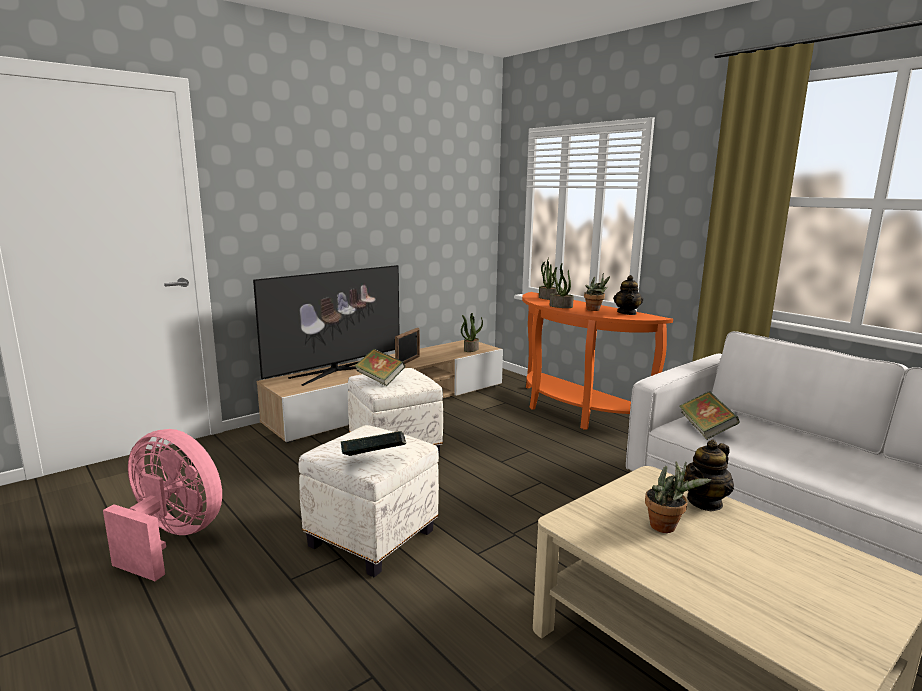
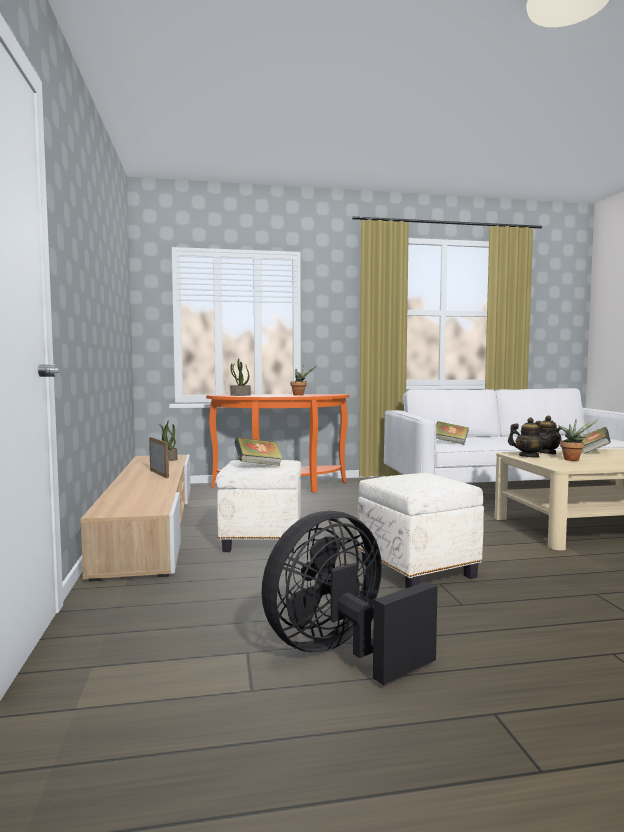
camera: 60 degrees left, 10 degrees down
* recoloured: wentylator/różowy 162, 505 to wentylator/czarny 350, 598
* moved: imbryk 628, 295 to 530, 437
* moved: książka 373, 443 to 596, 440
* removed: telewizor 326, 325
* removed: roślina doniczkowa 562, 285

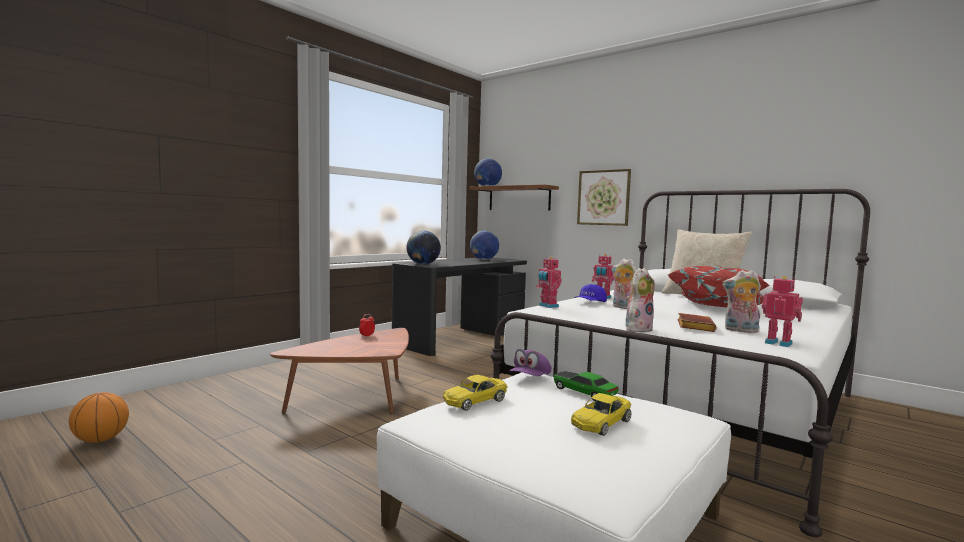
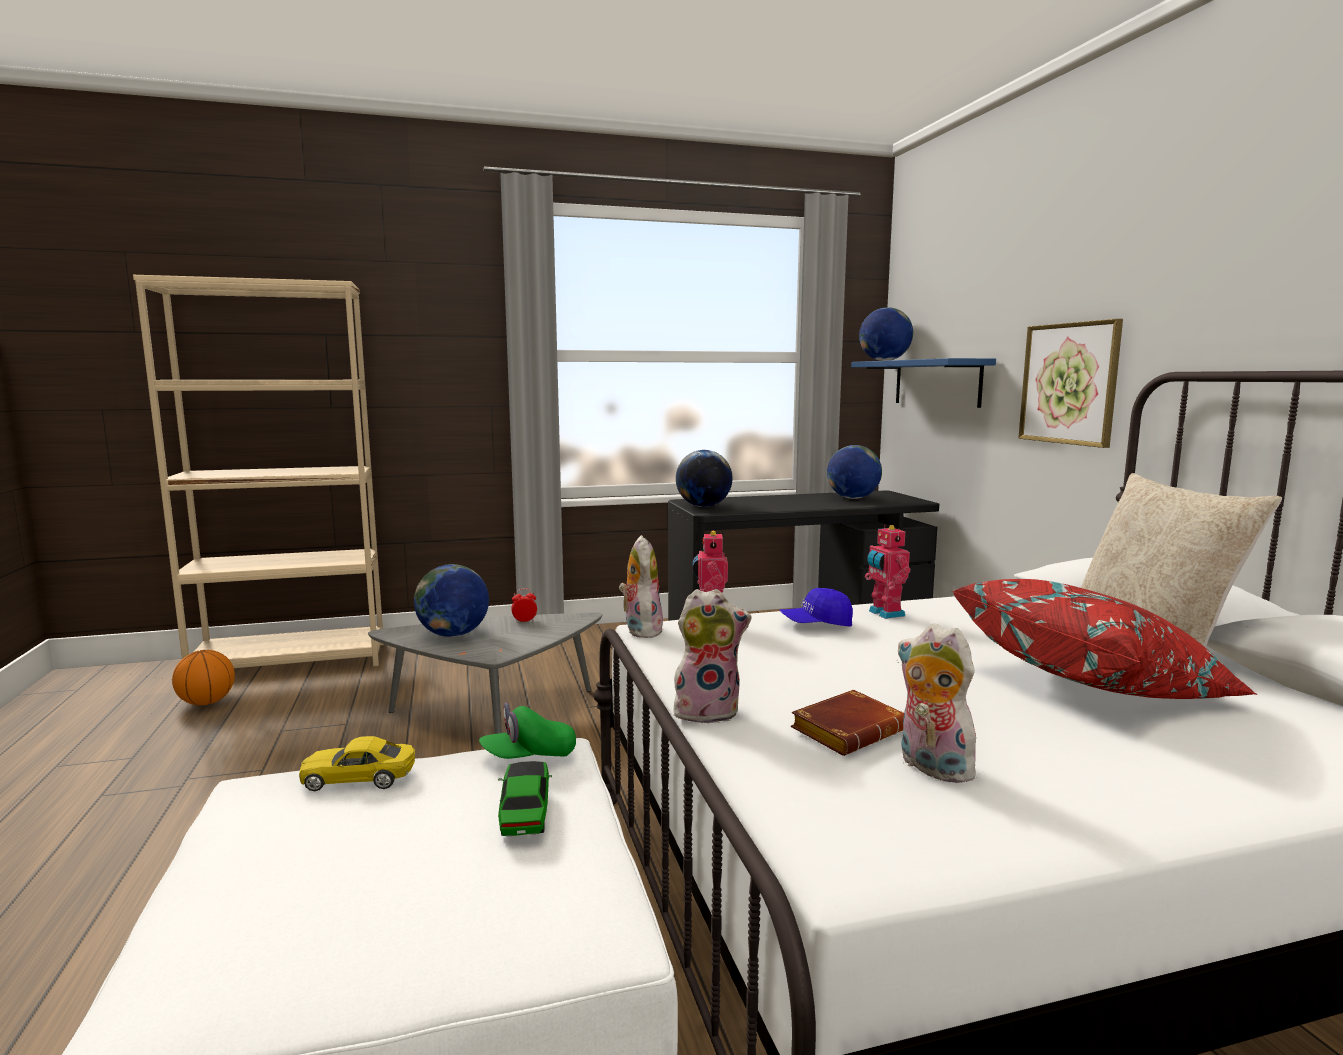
camera: 35 degrees right, 5 degrees up
* added: regał/beżowy 258, 471
* recoloured: ława/brązowy 339, 371 to ława/szary 485, 673
* added: globus 451, 600
* recoloured: czapka z daszkiem/fioletowy 531, 362 to czapka z daszkiem/zielony 527, 730
* moved: pluszak 624, 284 to 641, 586
* recoloured: półka/brązowy 514, 197 to półka/niebieski 923, 383
* removed: samochodzik/żółty 601, 414
* removed: robot zabawkowy 782, 311

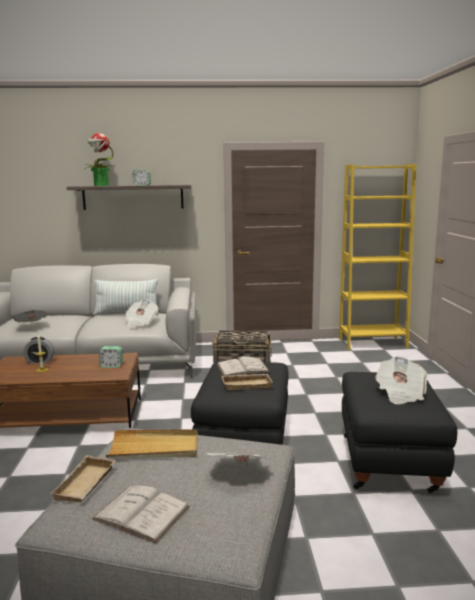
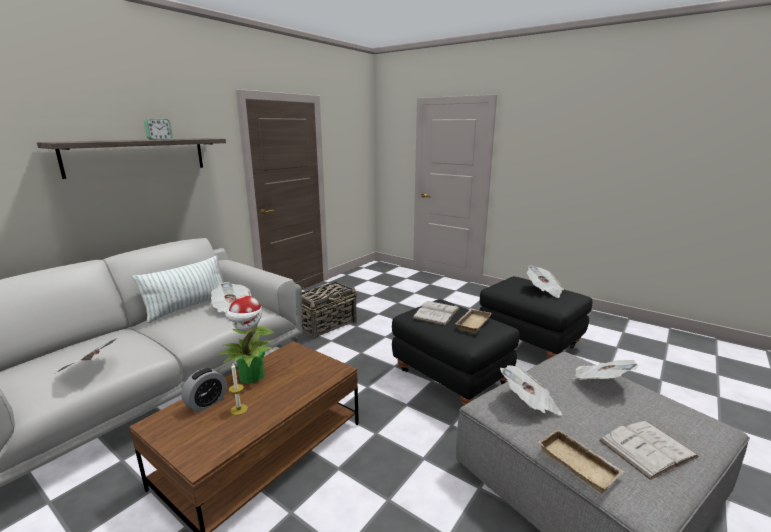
camera: 50 degrees left, 5 degrees up
* moved: roślina doniczkowa 100, 159 to 246, 340
* replaced: taca/beżowy 151, 443 to gazeta 531, 390
* removed: budzik 111, 357
* removed: regał/żółty 377, 257

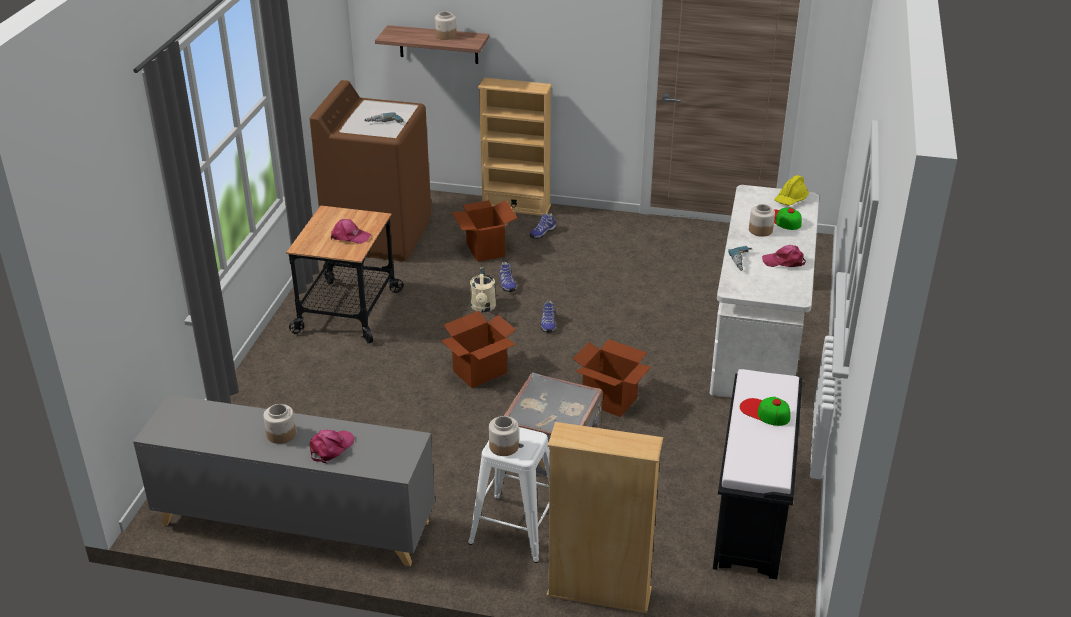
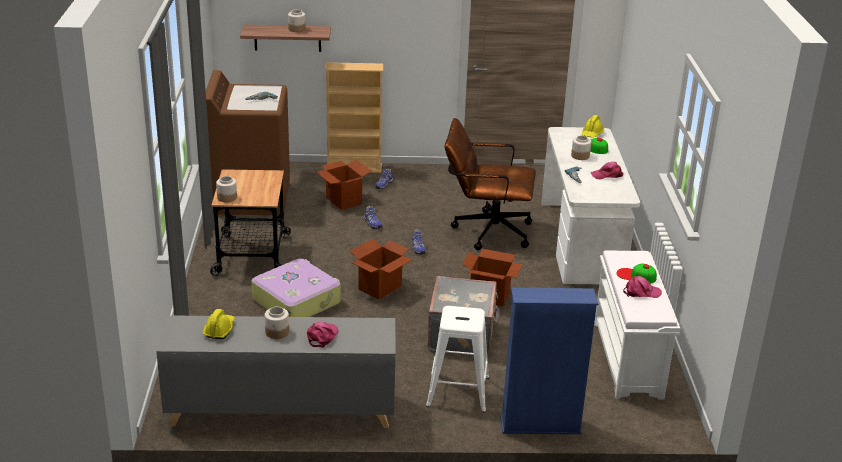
camera: 15 degrees left, 5 degrees down
* added: kask/żółty 219, 324
* moved: słoik 504, 436 to 226, 189
* added: walizka 296, 288
* added: krzesło biurowe/brązowy 490, 184
* recoloured: regał/beżowy 605, 517 to regał/niebieski 549, 360
* recoloured: ławka/czarny 757, 474 to ławka/biały 637, 325
* moved: czapka z daszkiem/różowy 351, 231 to 642, 287
* removed: konewka/beżowy 483, 290

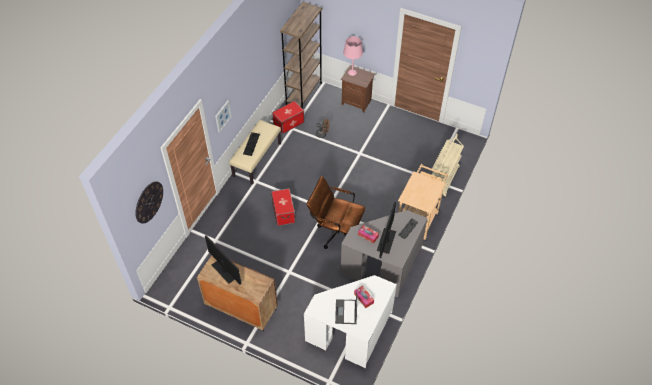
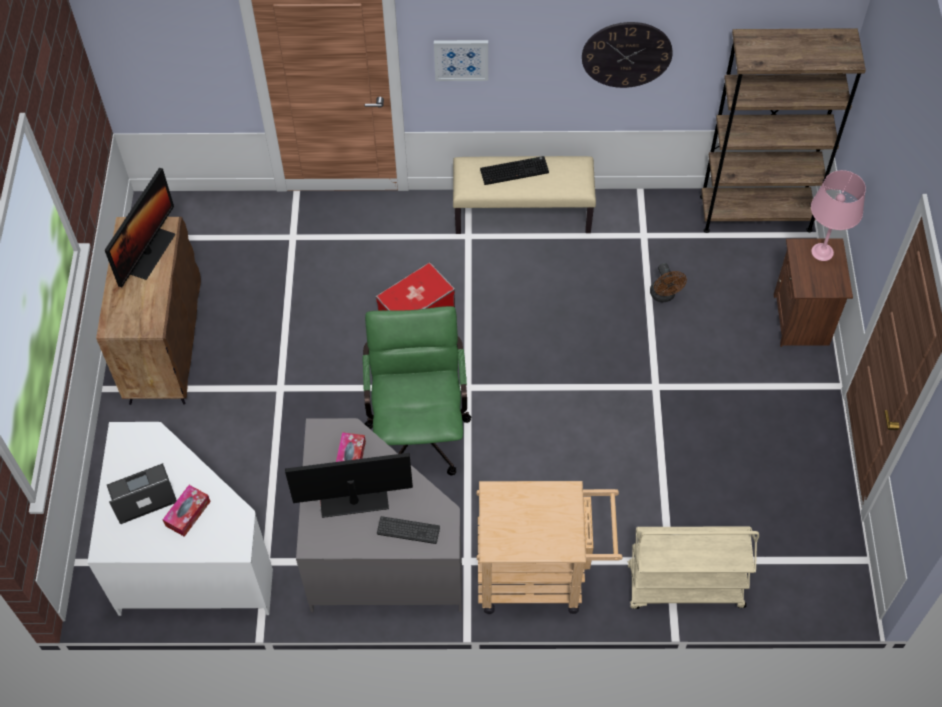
camera: 65 degrees right, 5 degrees up
* recoloured: krzesło biurowe/brązowy 336, 212 to krzesło biurowe/zielony 417, 390
* moved: zegar ścienny 149, 202 to 627, 55
* removed: pojemnik do przechowywania 288, 117

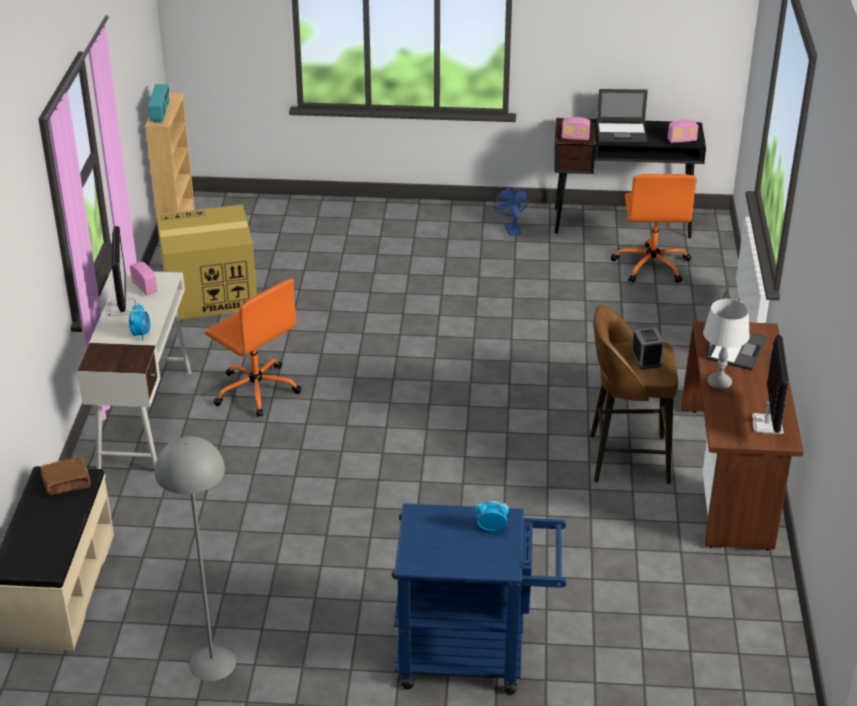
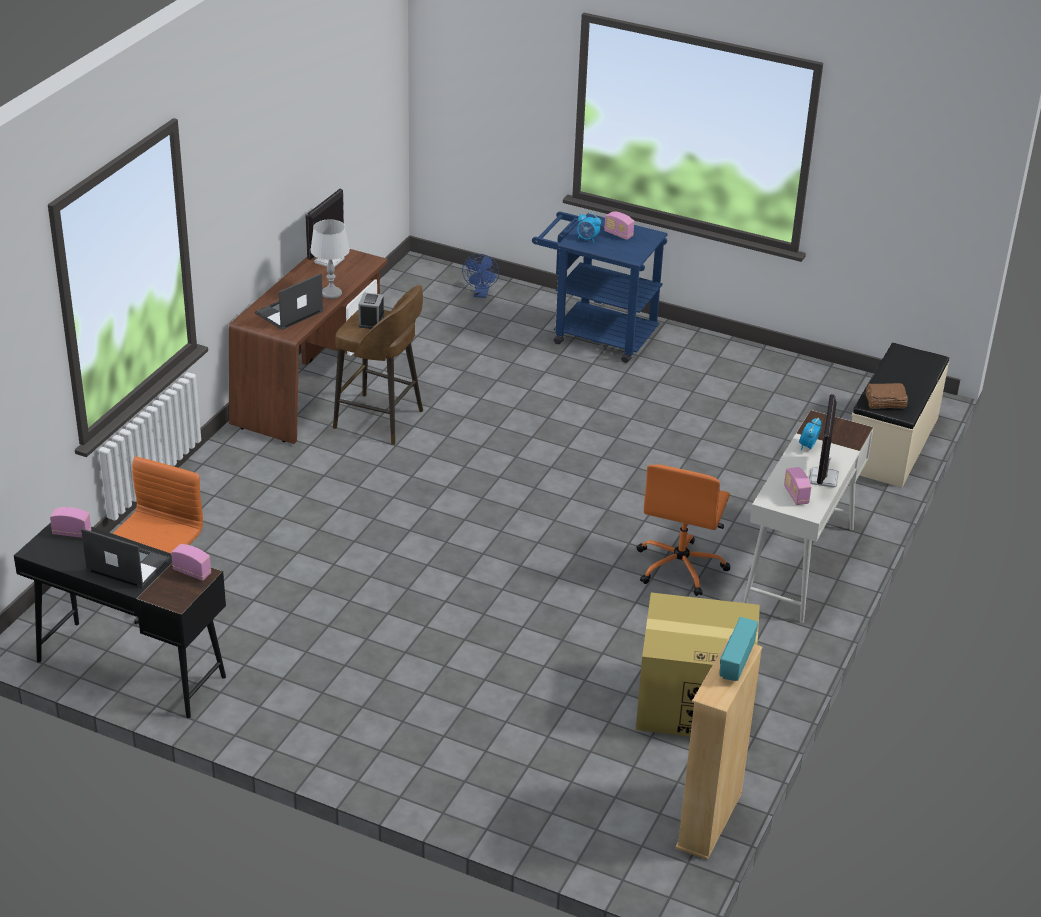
camera: 160 degrees left, 0 degrees up
* moved: wentylator/niebieski 511, 211 to 480, 276
* added: radio 619, 226
* turned: krzesło biurowe/pomarańczowy 253, 348 = 684, 530 135 degrees counterclockwise
* removed: lampa stojąca/szary 195, 558

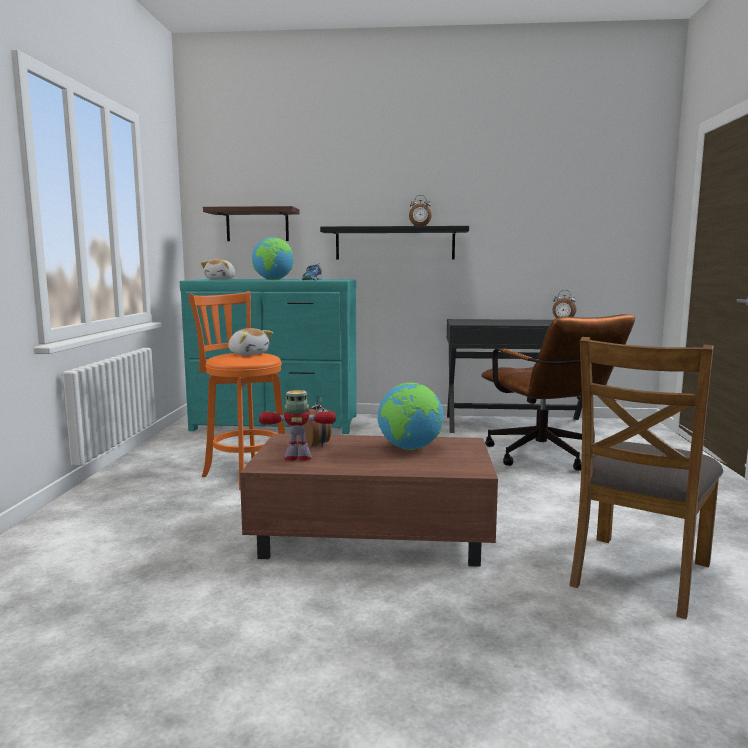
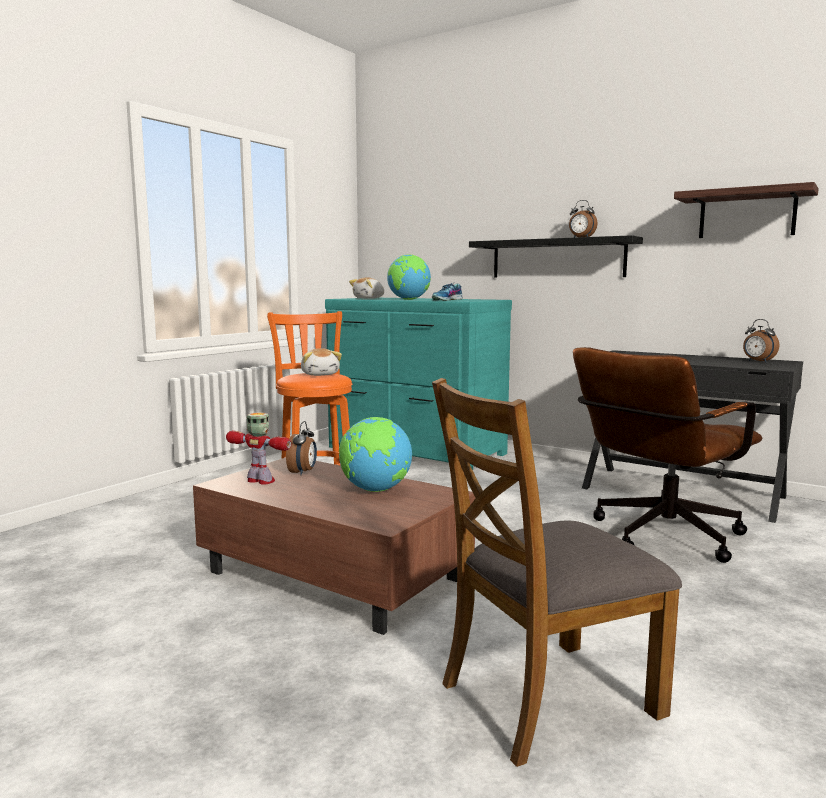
camera: 30 degrees right, 0 degrees up
* turned: krzesło biurowe/brązowy 558, 392 = 667, 455 45 degrees clockwise
* moved: półka 251, 223 to 746, 210

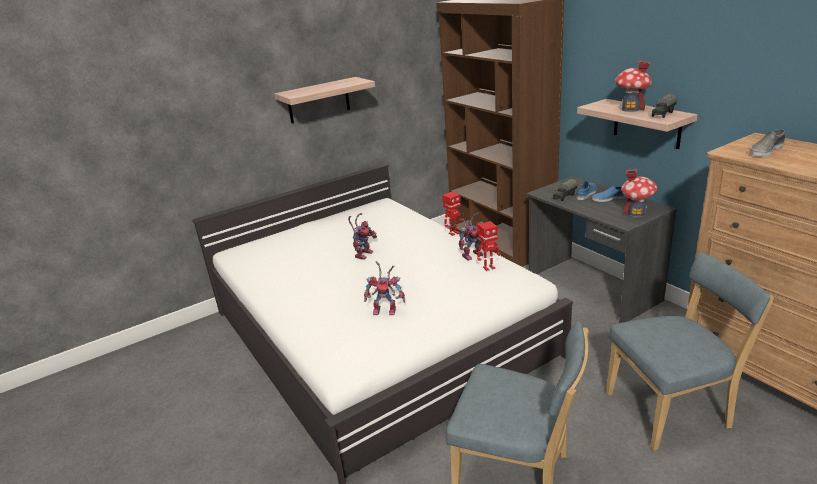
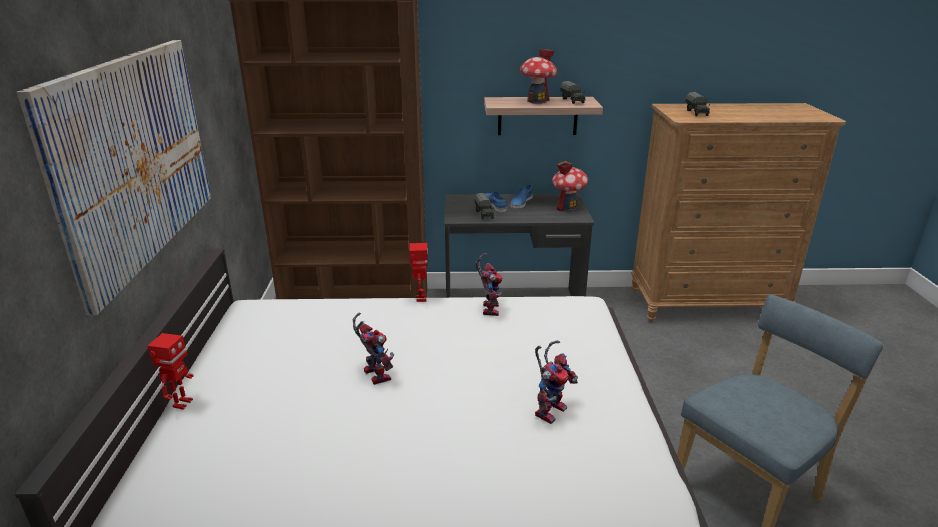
camera: 60 degrees left, 0 degrees up
* replaced: półka 324, 100 to obraz 114, 177
* moved: robot zabawkowy 489, 246 to 171, 371
* replaced: but/szary 767, 142 to ciężarówka zabawkowa 698, 104
* removed: krzesło/niebieski 690, 351

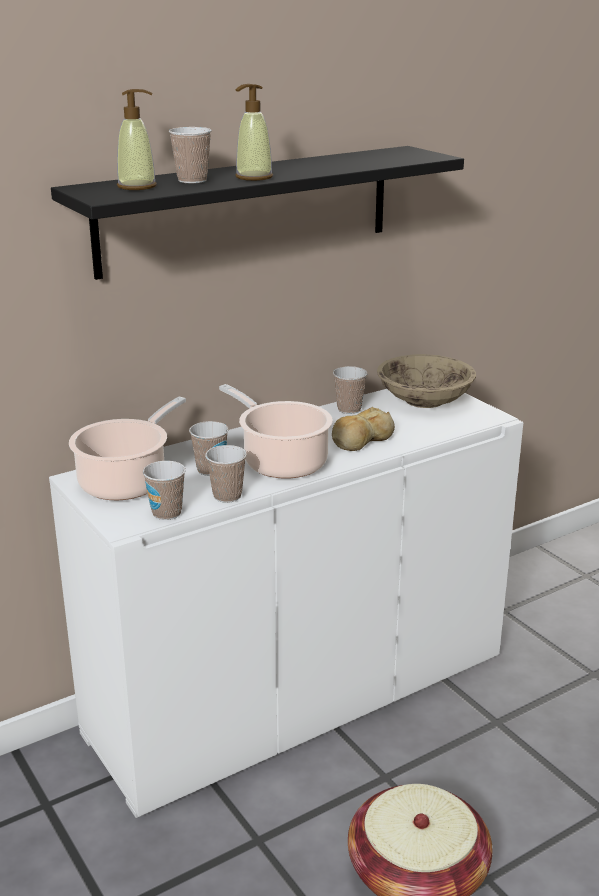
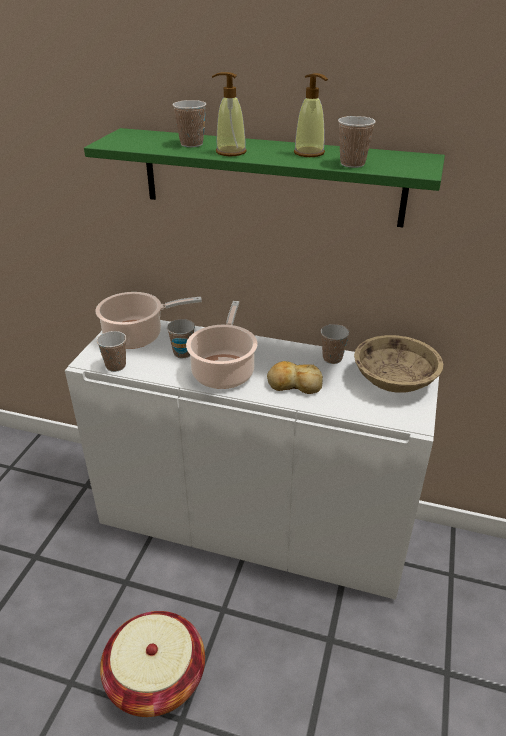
camera: 50 degrees right, 10 degrees up
* recoloured: półka/czarny 257, 213 to półka/zielony 264, 177
* moved: dozownik mydła 137, 139 to 311, 115
* moved: filiżanka 226, 474 to 357, 142

